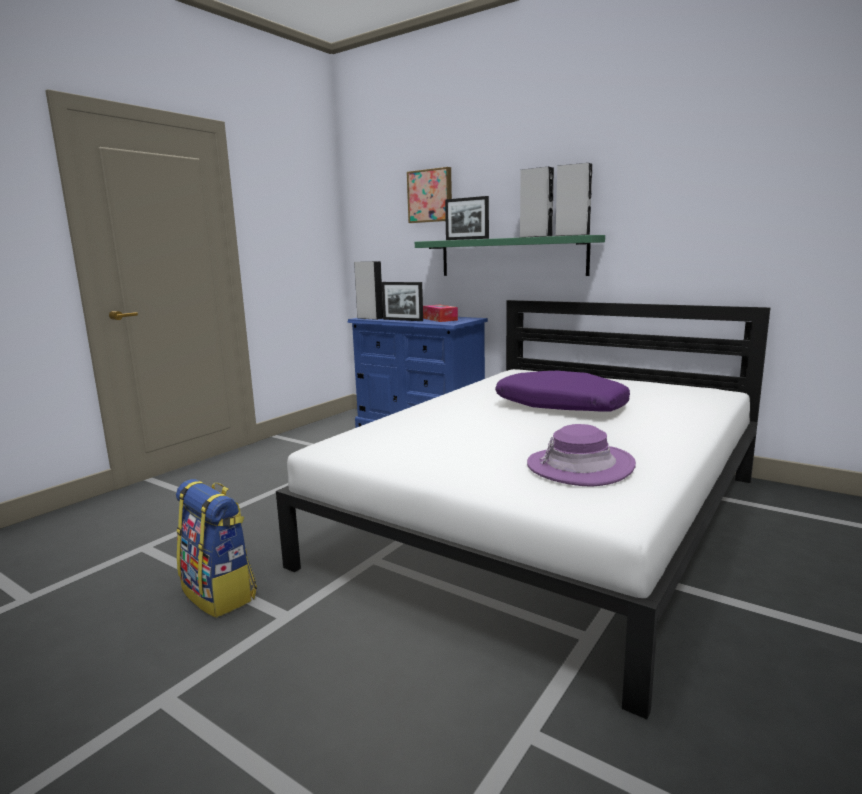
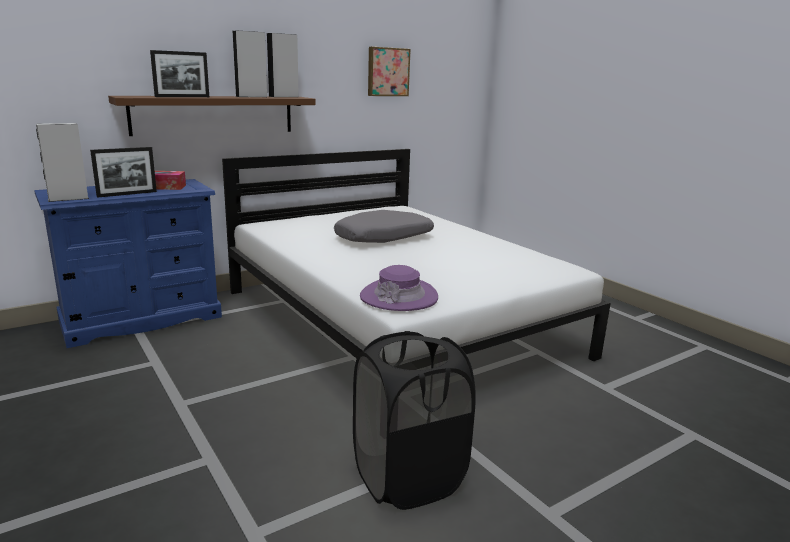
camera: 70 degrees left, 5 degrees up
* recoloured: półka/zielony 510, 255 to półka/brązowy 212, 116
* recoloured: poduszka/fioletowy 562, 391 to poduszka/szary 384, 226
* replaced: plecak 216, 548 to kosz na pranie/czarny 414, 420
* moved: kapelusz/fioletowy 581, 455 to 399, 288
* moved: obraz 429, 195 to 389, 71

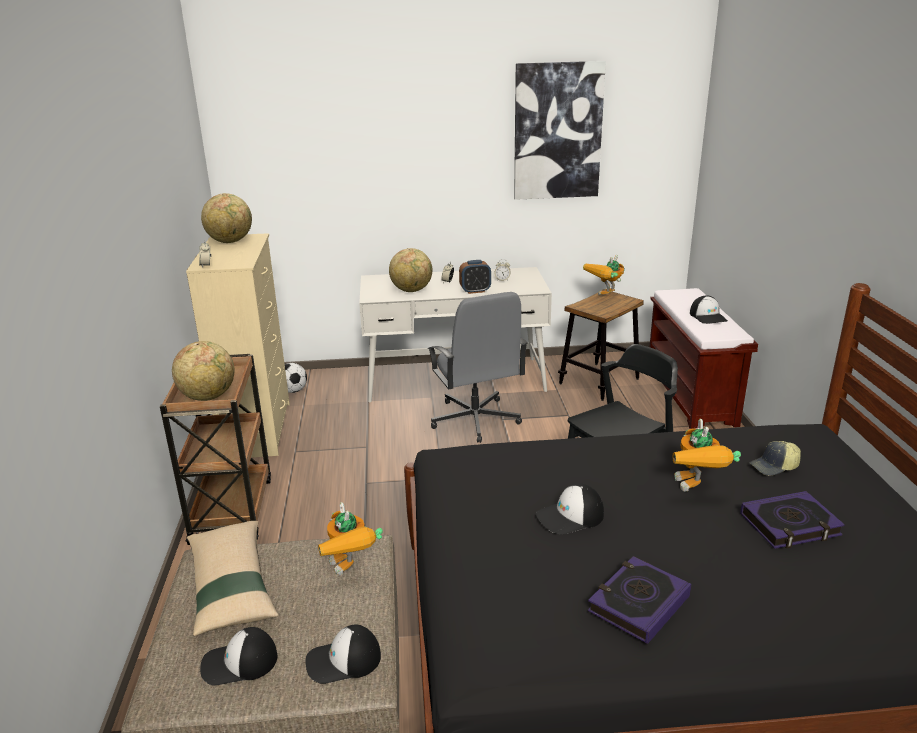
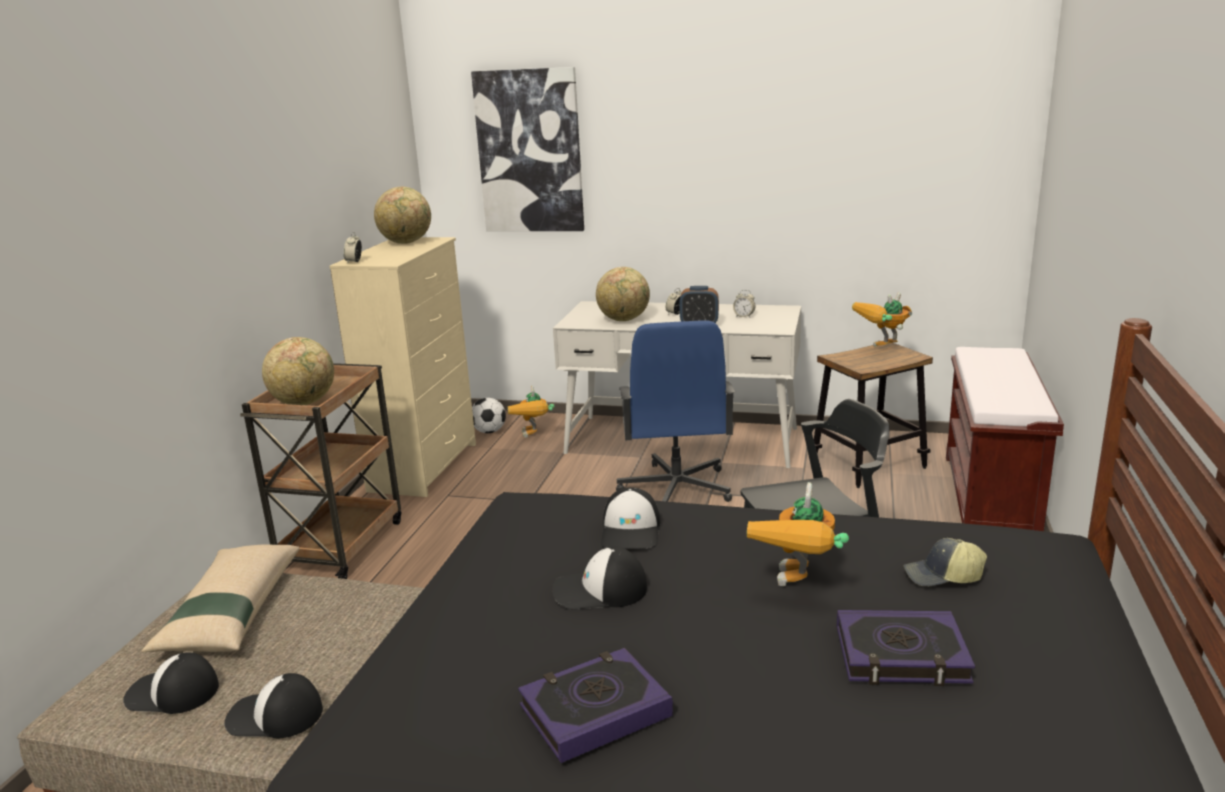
camera: 20 degrees right, 5 degrees down
* moved: obraz 560, 130 to 527, 149
* moved: robot zabawkowy 350, 539 to 531, 412
* moved: czapka z daszkiem 709, 310 to 630, 518
* recoloured: krzesło biurowe/szary 477, 367 to krzesło biurowe/niebieski 675, 411

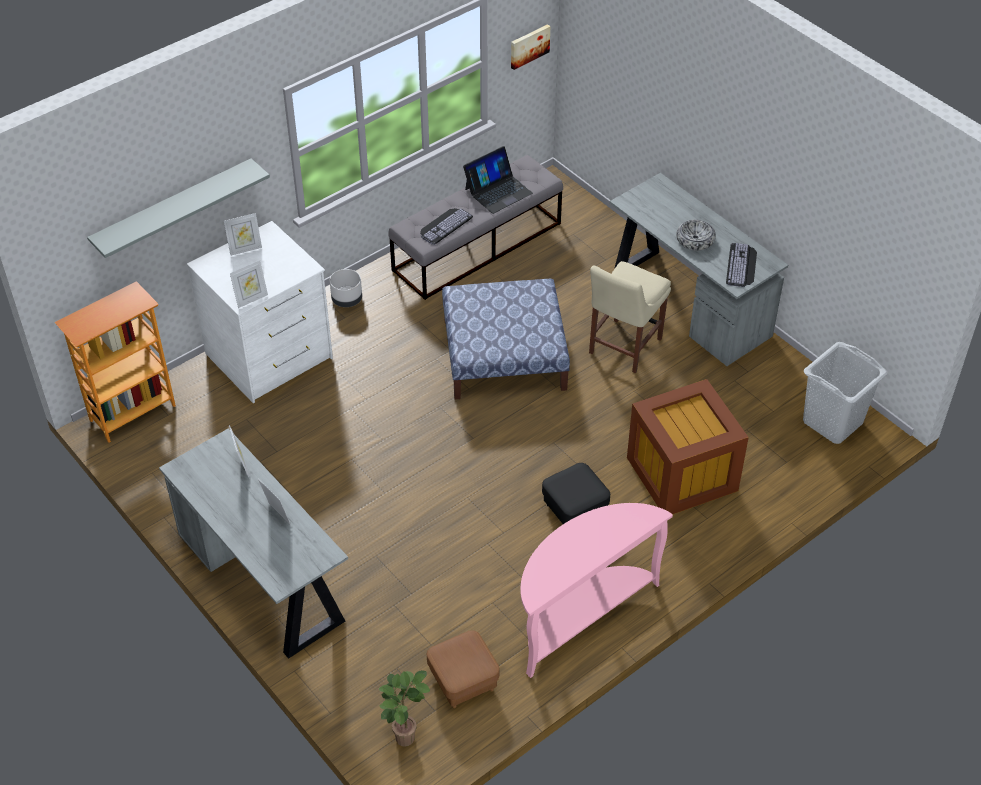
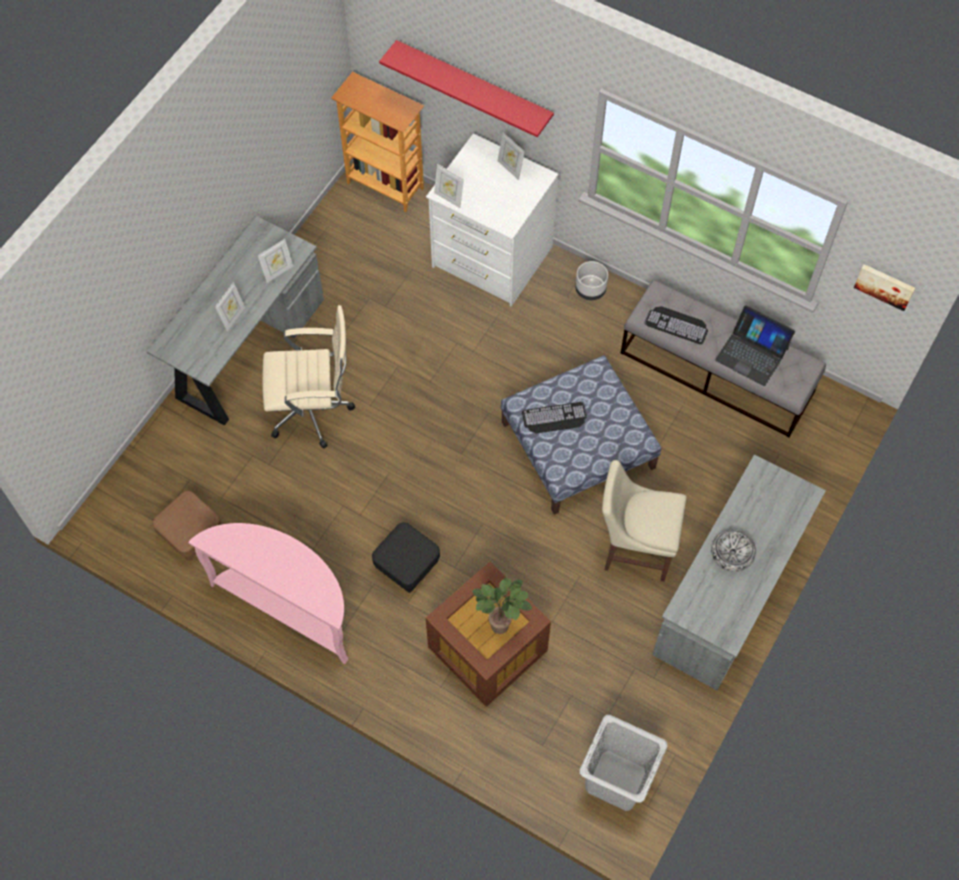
camera: 70 degrees right, 15 degrees up
* added: krzesło biurowe/beżowy 308, 376
* recoloured: półka/szary 178, 208 to półka/czerwony 466, 88
* moved: roślina doniczkowa 404, 708 to 502, 605
* moved: klawiatura 741, 265 to 554, 417

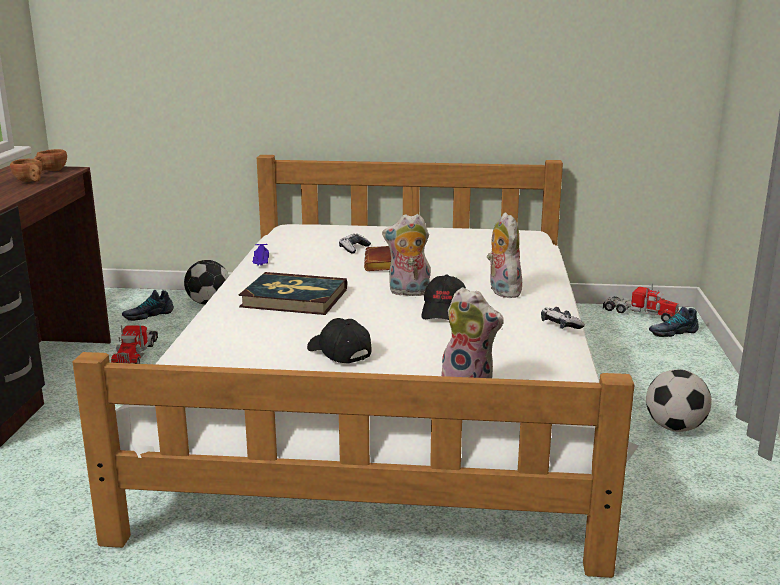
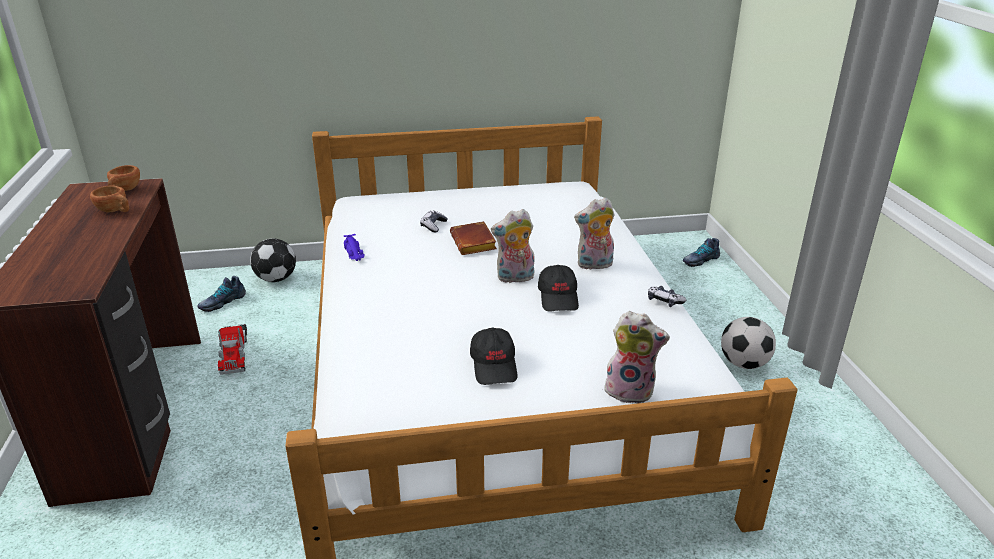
camera: 15 degrees left, 10 degrees up
* turned: czapka z daszkiem/czarny 339, 341 = 494, 356 135 degrees counterclockwise
* turned: pluszak 504, 255 = 594, 233 75 degrees counterclockwise
* removed: książka 292, 293
* removed: ciężarówka zabawkowa 641, 303

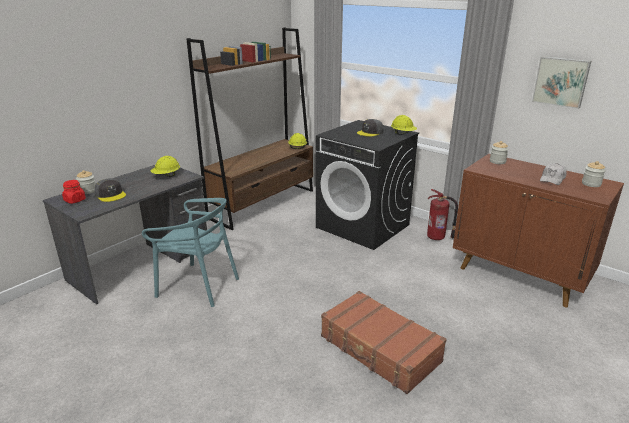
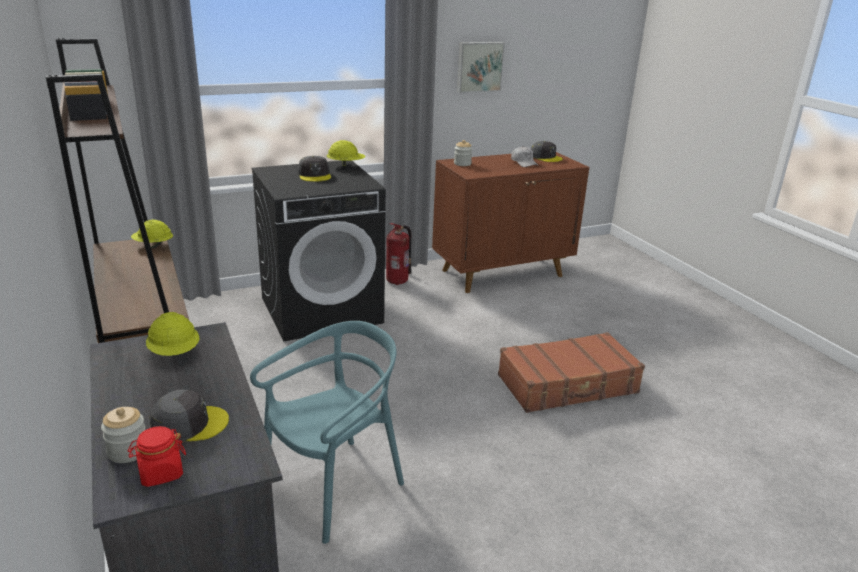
camera: 65 degrees left, 0 degrees up
* replaced: słoik 594, 174 to czapka z daszkiem/szary 547, 151

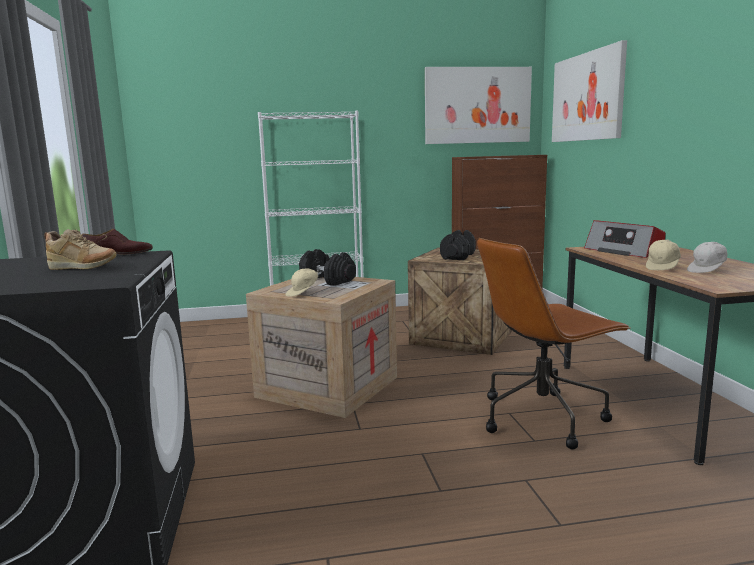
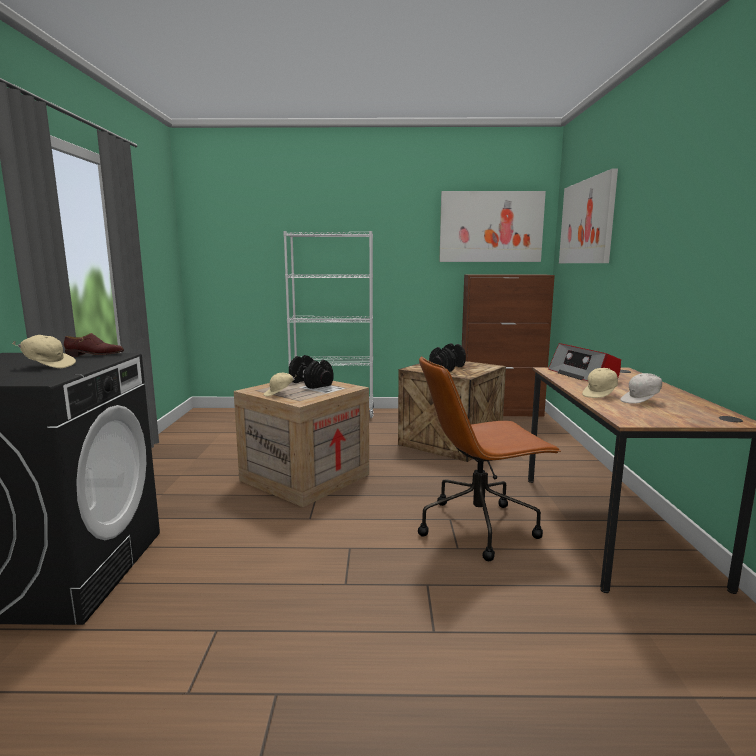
camera: 10 degrees right, 0 degrees up
* replaced: but/beżowy 80, 249 to czapka z daszkiem/beżowy 44, 351

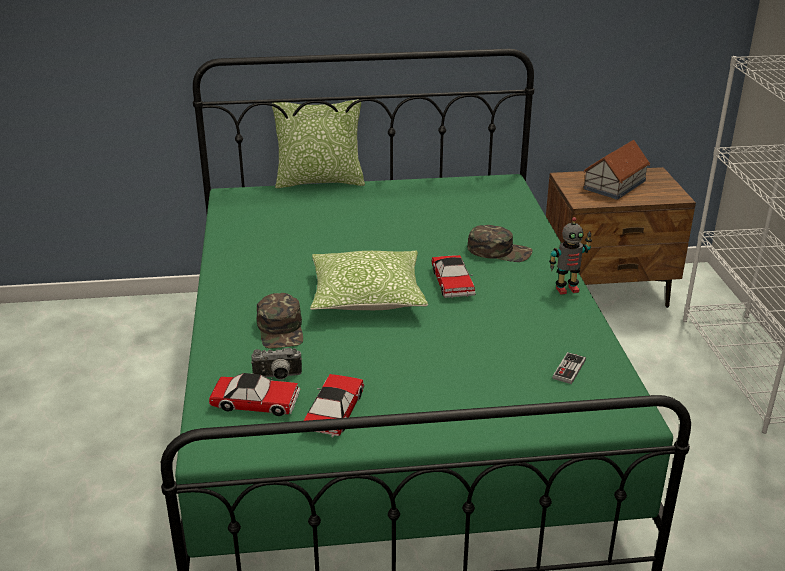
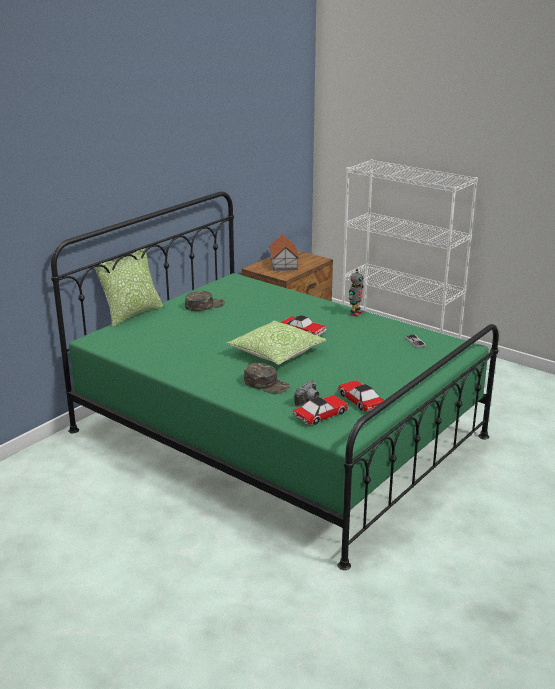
camera: 45 degrees left, 5 degrees down
* moved: czapka z daszkiem/zielony 500, 243 to 205, 301

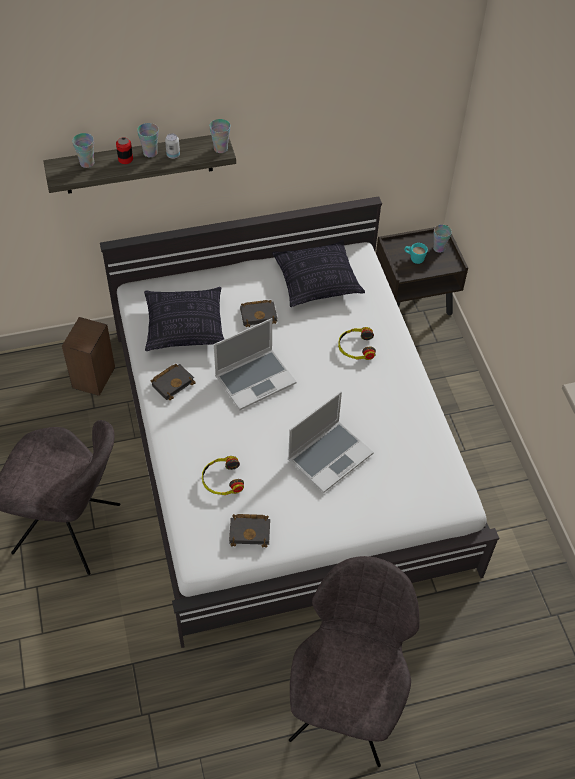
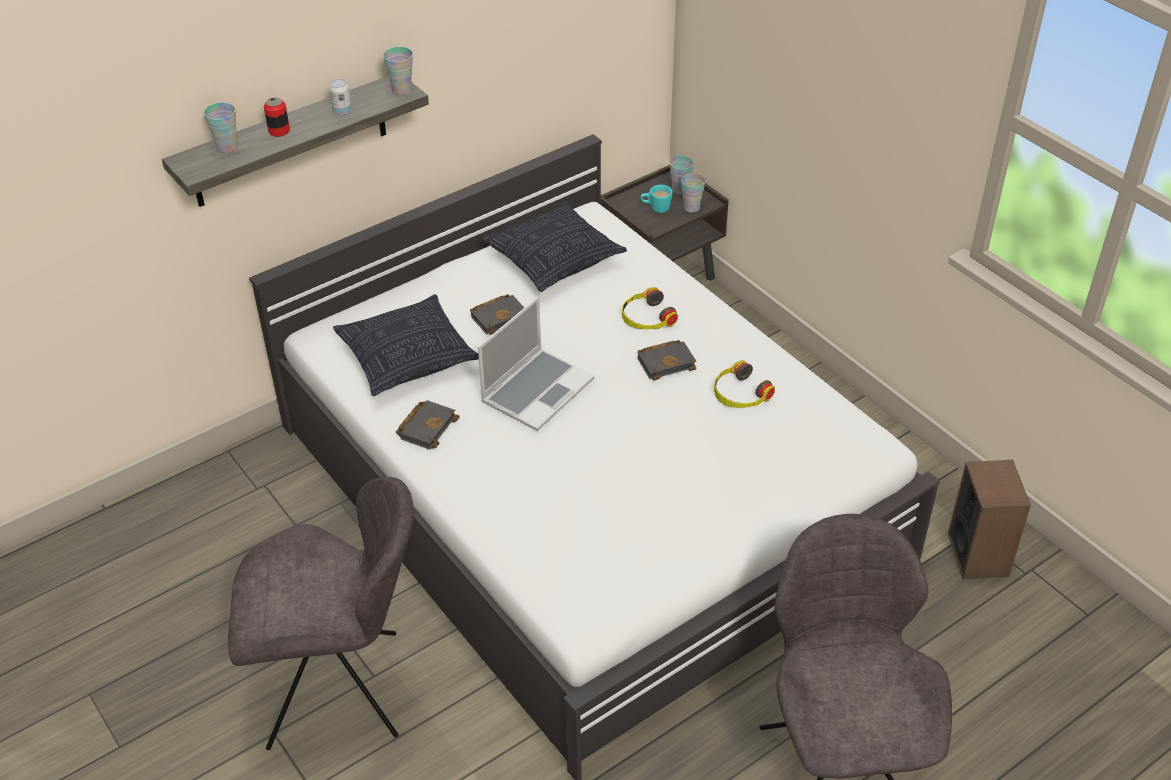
camera: 20 degrees left, 10 degrees down
* moved: książka/czarny 249, 531 to 667, 360
* moved: filiżanka 148, 140 to 693, 192
* moved: słuchawki 223, 475 to 744, 384
* moved: głośnik 88, 356 to 989, 519
* removed: laptop 331, 442

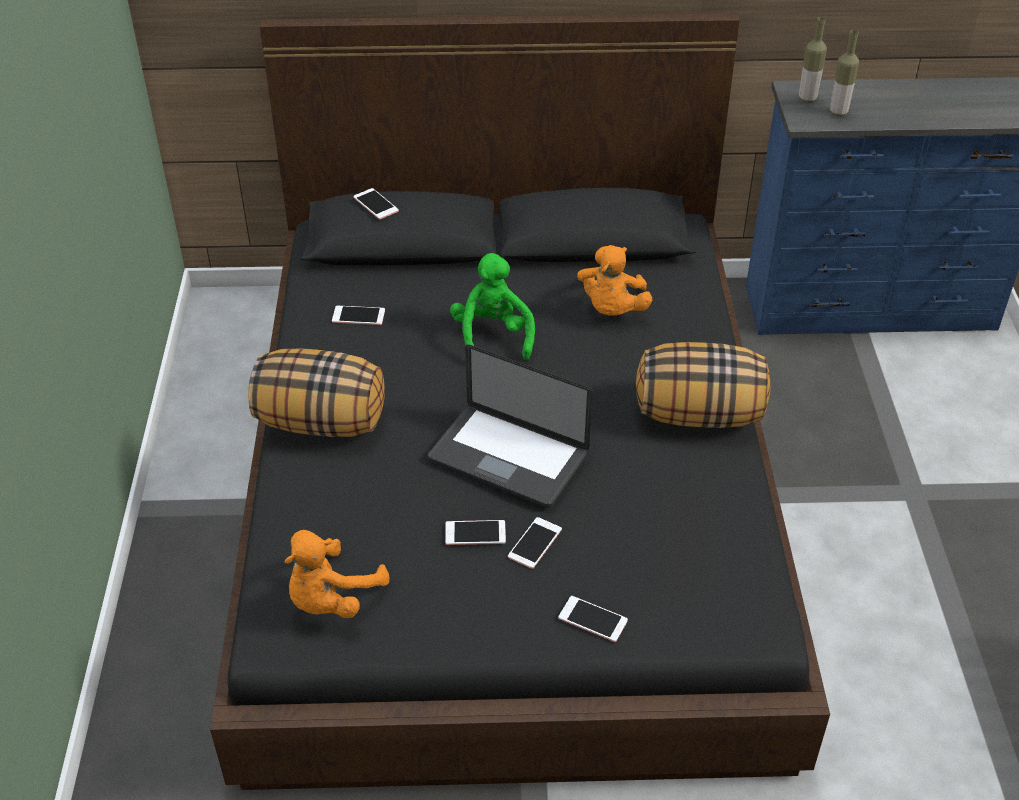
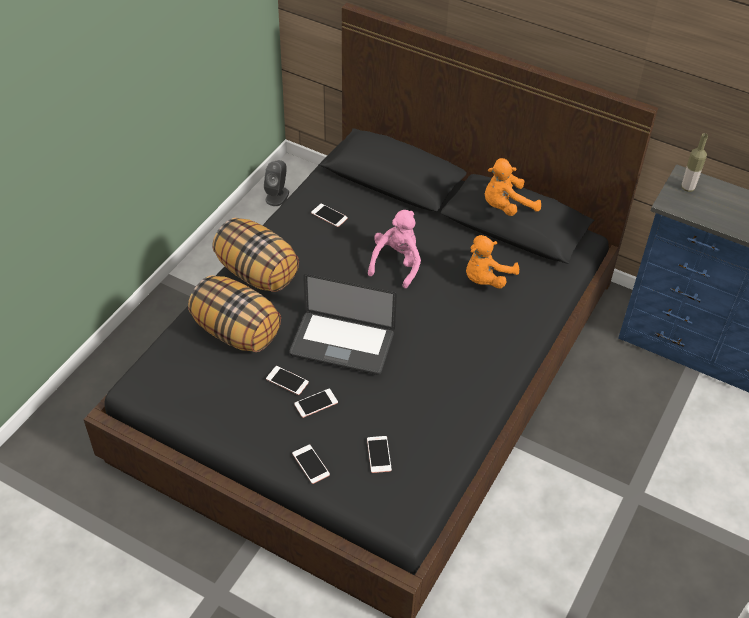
camera: 30 degrees right, 5 degrees up
* moved: poduszka 703, 385 to 234, 313
* added: głośnik/szary 276, 183
* turned: laptop 510, 426 = 343, 324 45 degrees counterclockwise
* moved: telefon 376, 203 to 379, 454
* recoloured: pluszak/zielony 492, 306 to pluszak/różowy 394, 249
* moved: pluszak/pomarańczowy 336, 574 to 513, 187
* removed: butelka 844, 73

